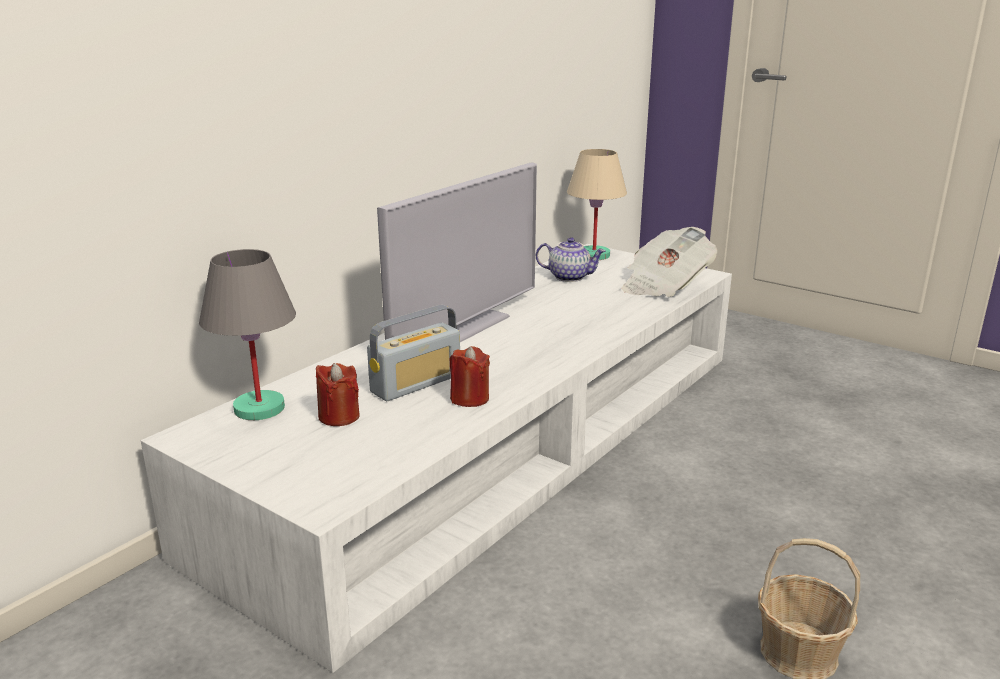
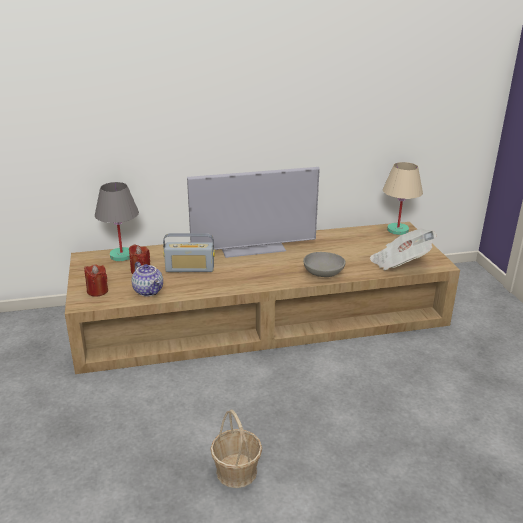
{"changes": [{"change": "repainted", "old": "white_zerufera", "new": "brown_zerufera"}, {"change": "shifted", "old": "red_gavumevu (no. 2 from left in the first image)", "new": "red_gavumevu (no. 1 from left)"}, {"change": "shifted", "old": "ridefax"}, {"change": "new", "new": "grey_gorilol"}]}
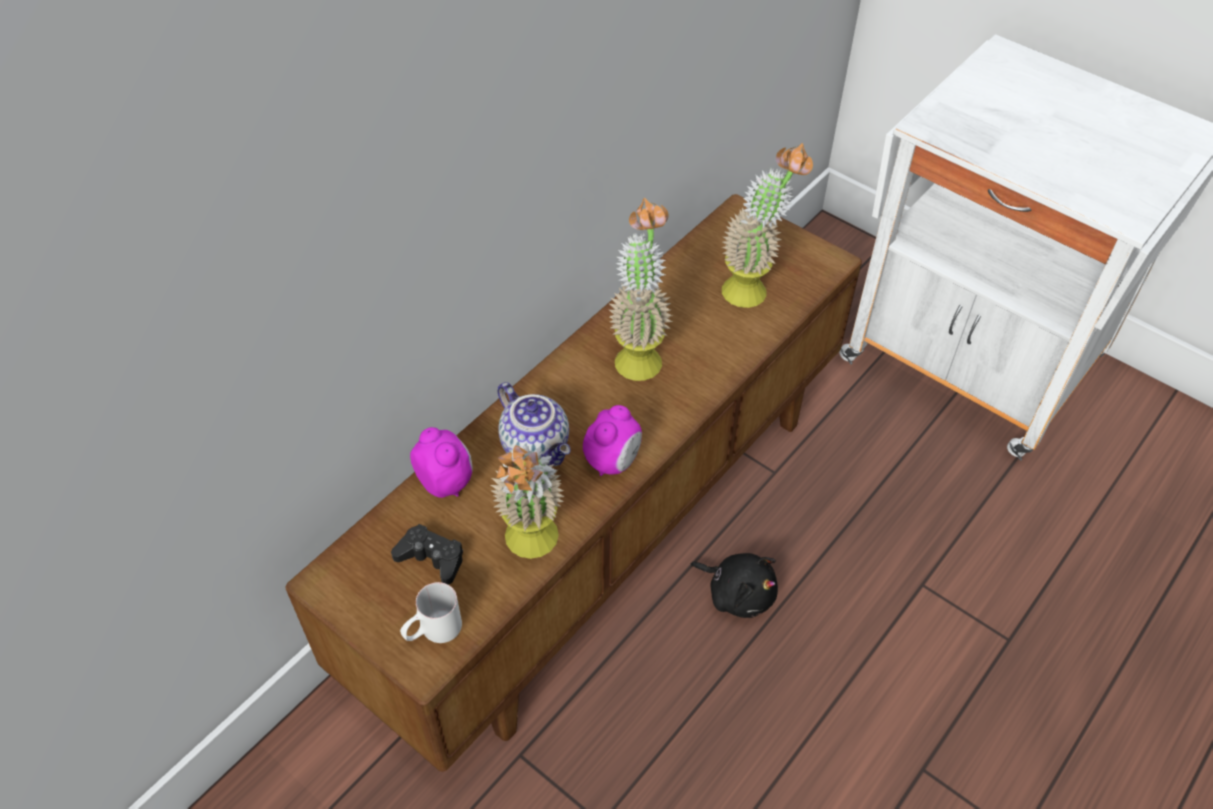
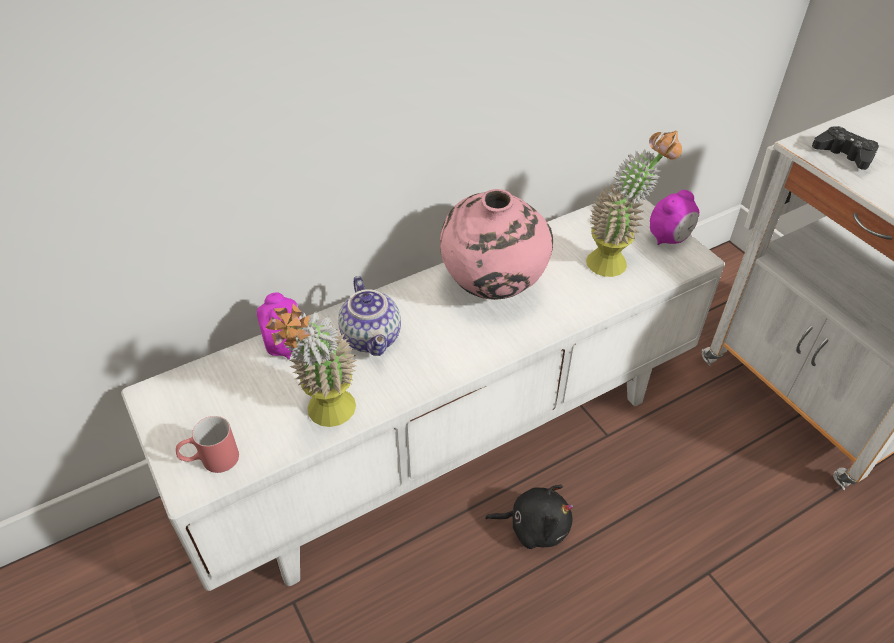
{"changes": [{"change": "repainted", "old": "brown_zerufera", "new": "white_zerufera"}, {"change": "repainted", "old": "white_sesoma", "new": "red_sesoma"}, {"change": "swapped", "old": "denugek (no. 2 from left)", "new": "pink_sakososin"}, {"change": "rotated", "old": "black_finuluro", "degrees": -45}, {"change": "shifted", "old": "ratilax (no. 2 from left)"}, {"change": "shifted", "old": "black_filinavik"}]}
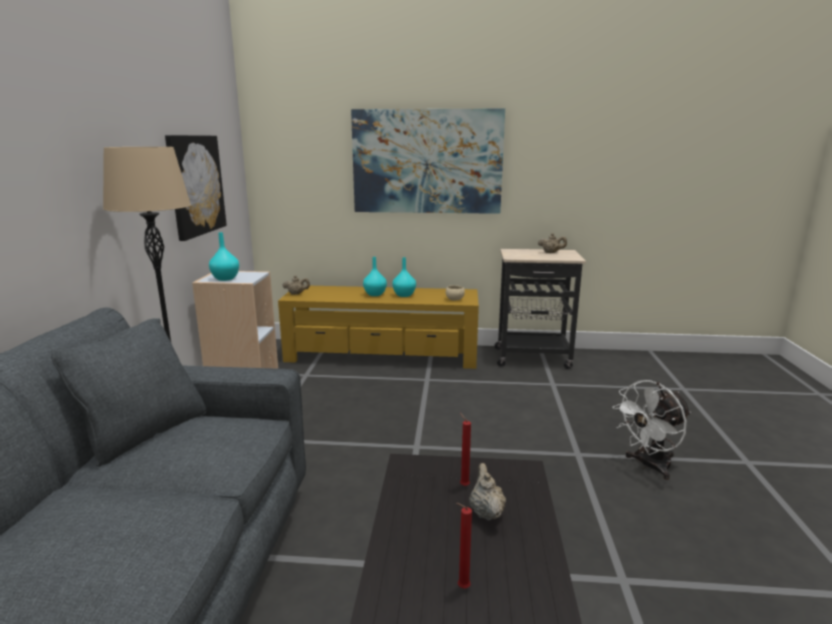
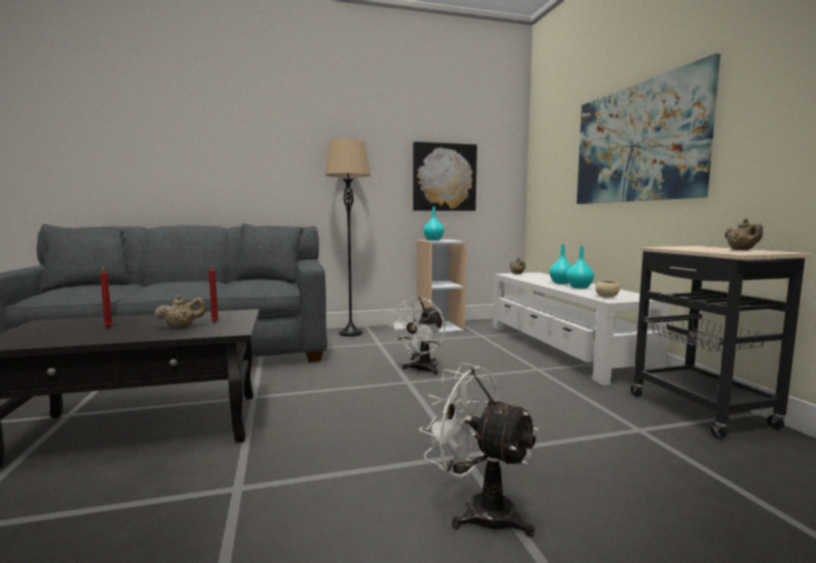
{"changes": [{"change": "new", "new": "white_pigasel (no. 1 from left)"}, {"change": "repainted", "old": "yellow_zerufera", "new": "white_zerufera"}]}
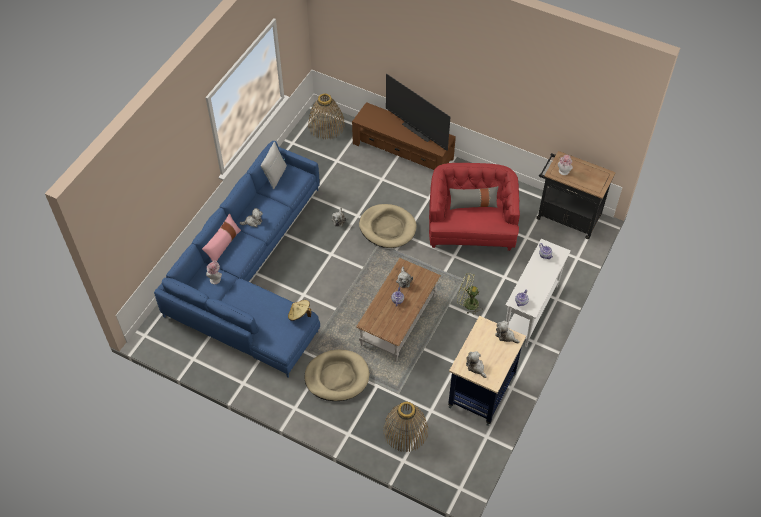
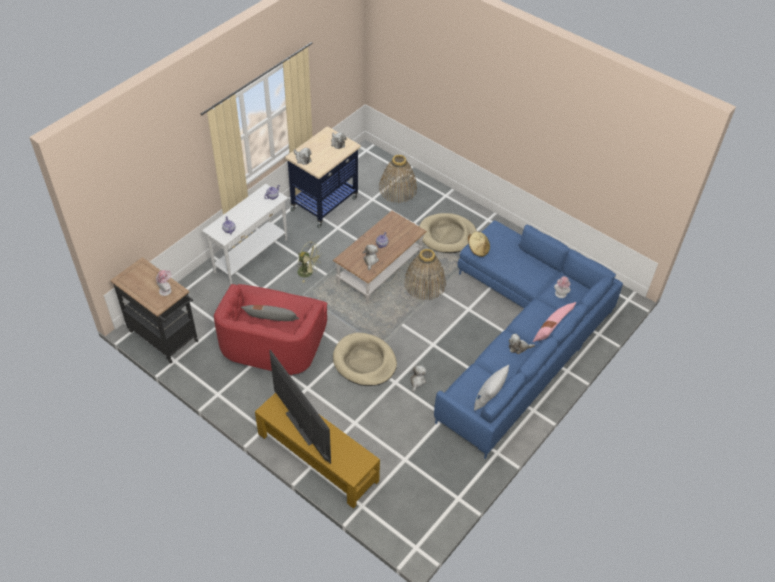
{"changes": [{"change": "repainted", "old": "brown_zerufera", "new": "yellow_zerufera"}, {"change": "shifted", "old": "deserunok (no. 1 from left in the first image)", "new": "deserunok (no. 2 from left)"}]}
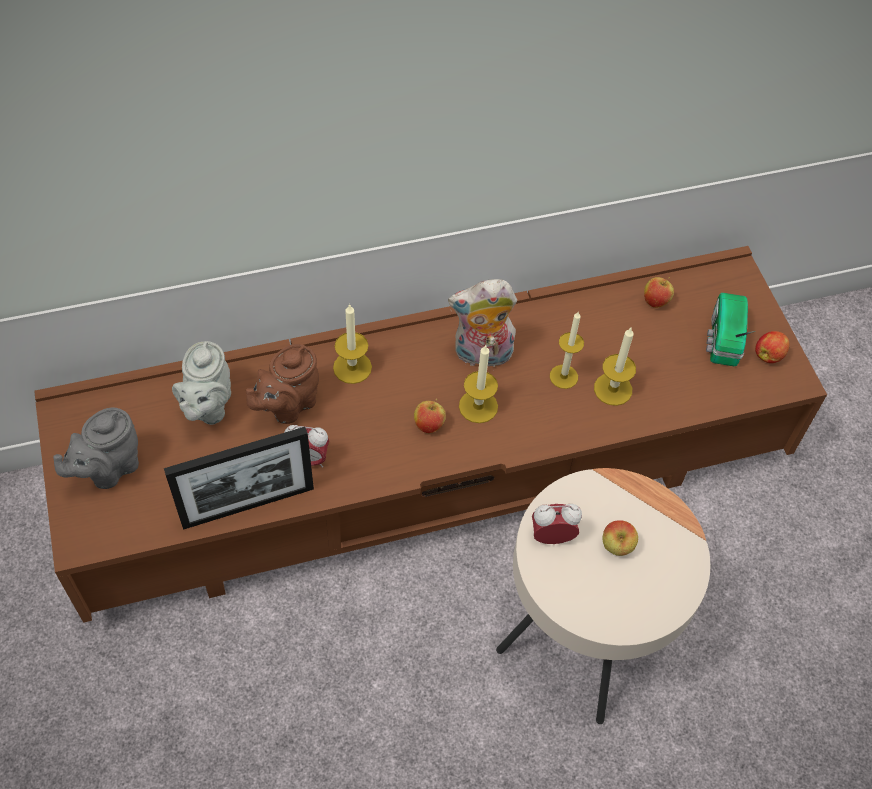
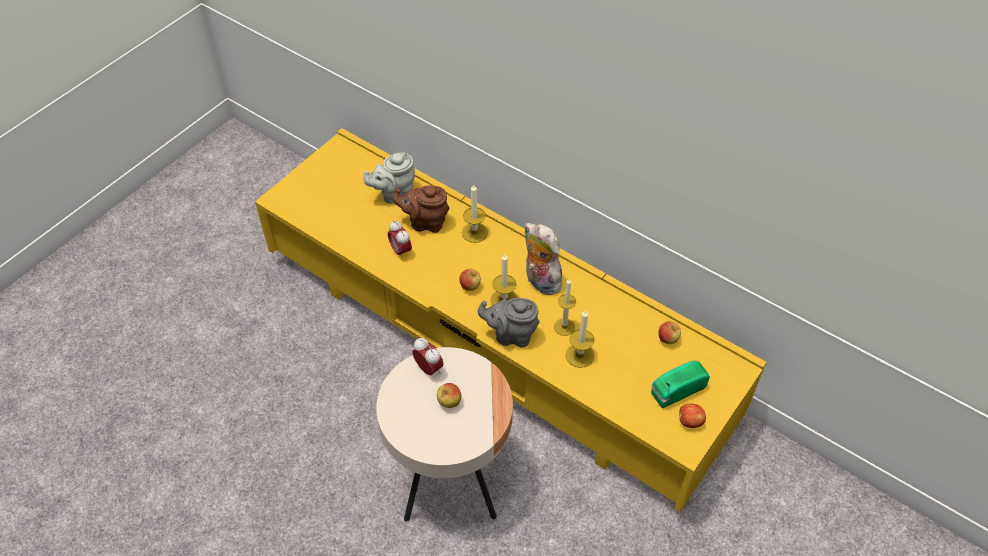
{"changes": [{"change": "repainted", "old": "brown_zerufera", "new": "yellow_zerufera"}, {"change": "shifted", "old": "grey_ridefax (no. 1 from left in the first image)", "new": "grey_ridefax (no. 2 from left)"}, {"change": "gone", "old": "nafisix"}]}
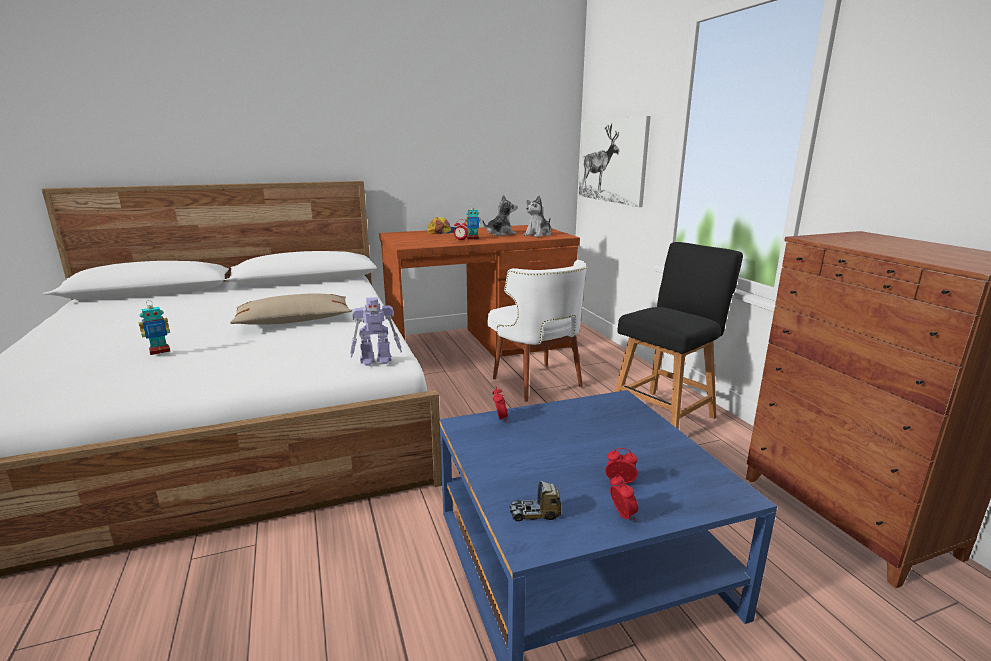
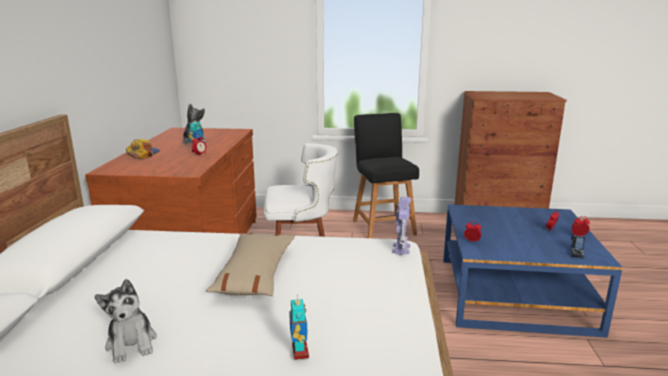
{"changes": [{"change": "shifted", "old": "finuluro (no. 2 from left in the first image)", "new": "finuluro (no. 1 from left)"}, {"change": "gone", "old": "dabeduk"}]}
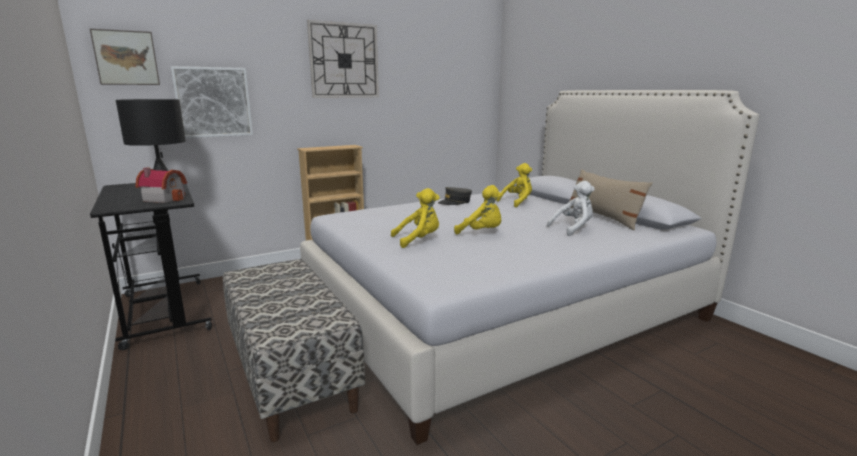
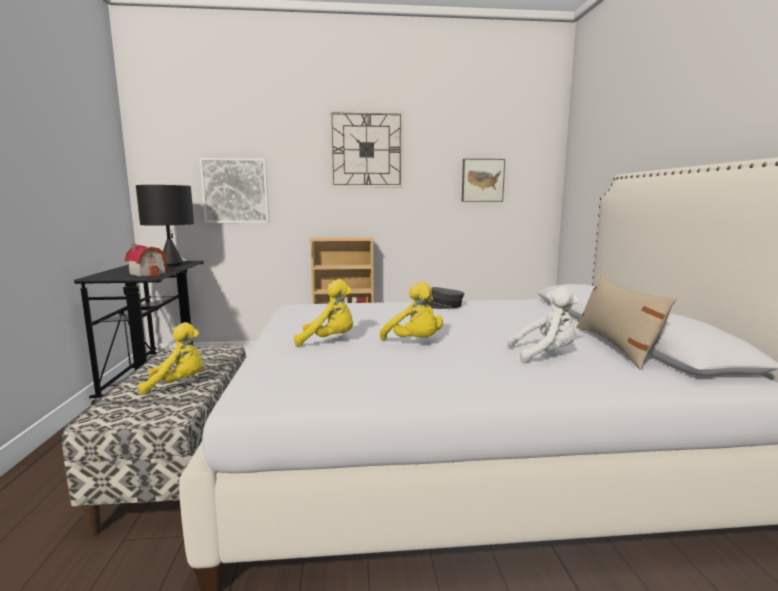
{"changes": [{"change": "shifted", "old": "yellow_finuluro (no. 3 from left in the first image)", "new": "yellow_finuluro (no. 1 from left)"}, {"change": "shifted", "old": "dabeduk (no. 1 from left in the first image)", "new": "dabeduk (no. 2 from left)"}]}
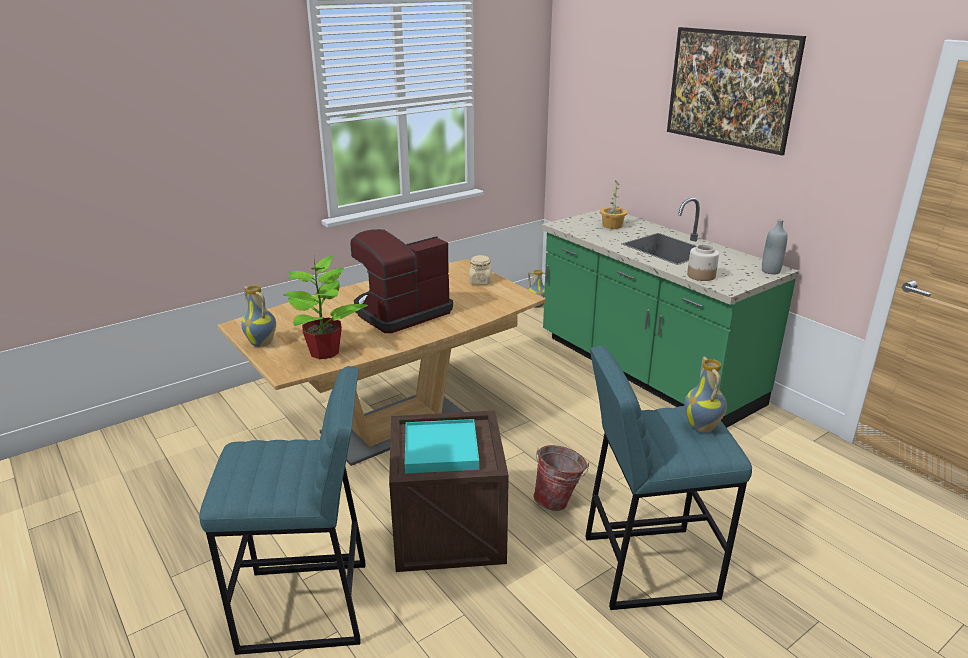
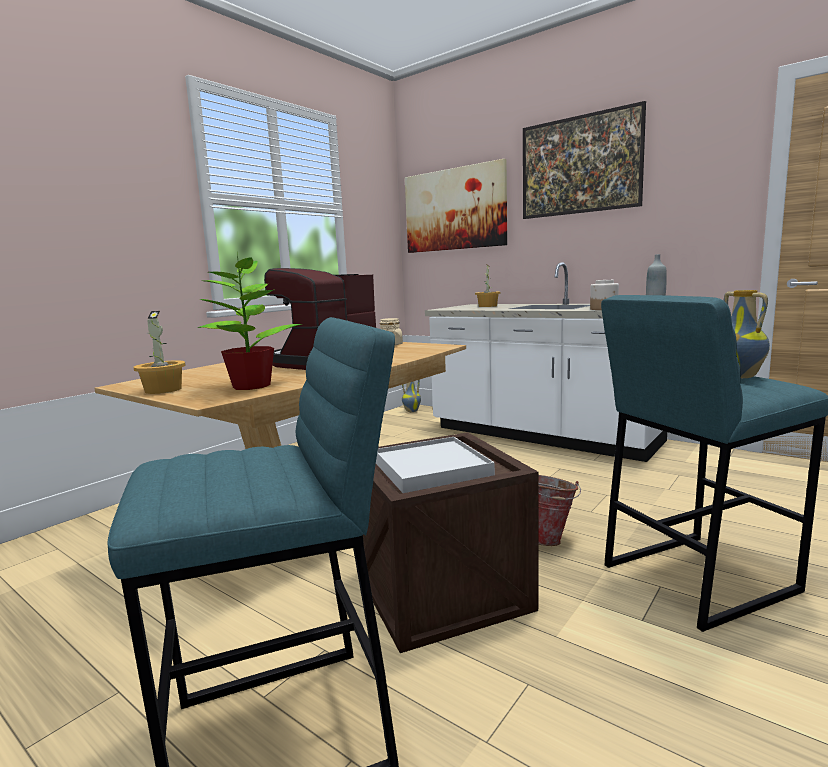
{"changes": [{"change": "swapped", "old": "sakososin (no. 1 from left)", "new": "denugek (no. 1 from left)"}, {"change": "repainted", "old": "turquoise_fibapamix", "new": "white_fibapamix"}, {"change": "new", "new": "dabeduk (no. 1 from left)"}, {"change": "repainted", "old": "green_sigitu", "new": "white_sigitu"}]}
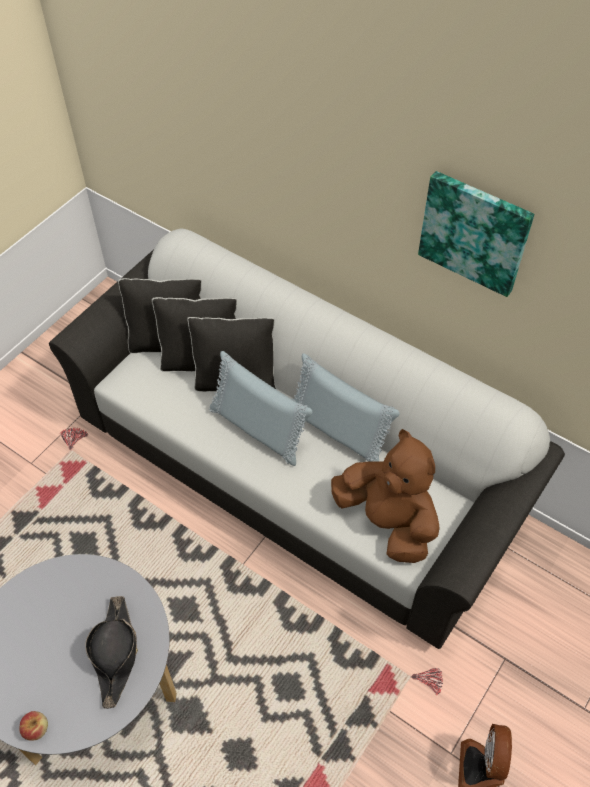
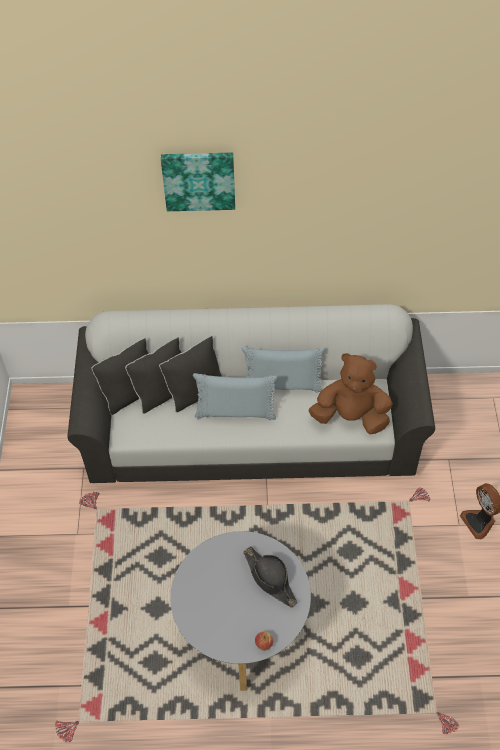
{"changes": [{"change": "shifted", "old": "dabeduk"}]}
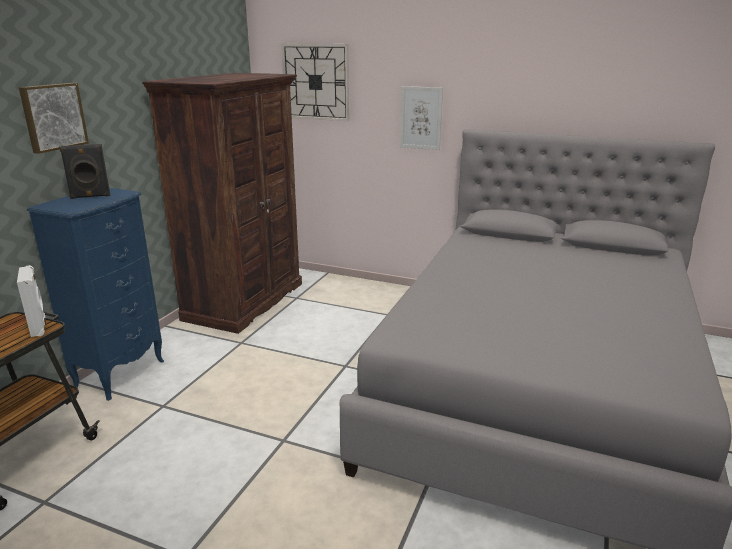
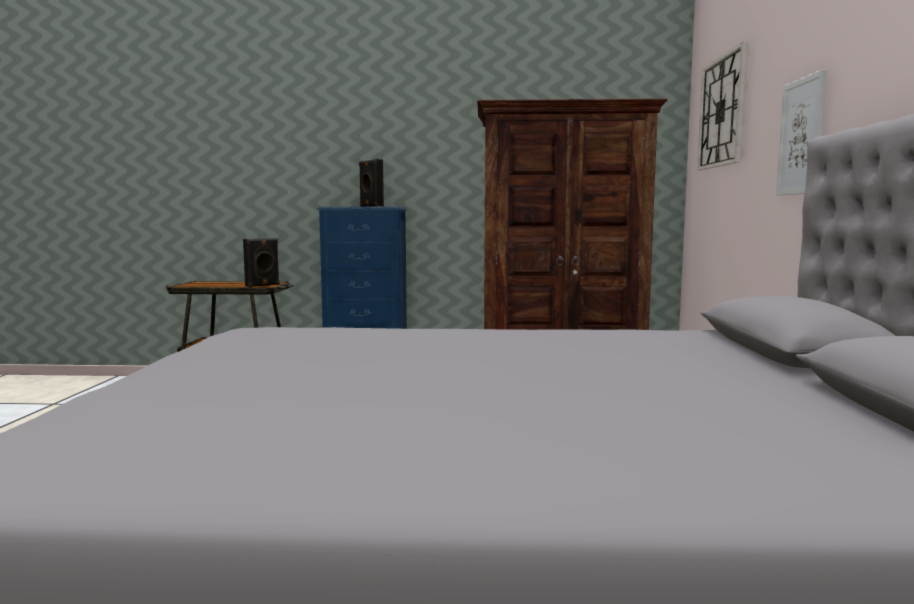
{"changes": [{"change": "repainted", "old": "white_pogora", "new": "black_pogora (no. 1 from left)"}, {"change": "gone", "old": "dabeduk (no. 1 from left)"}]}
